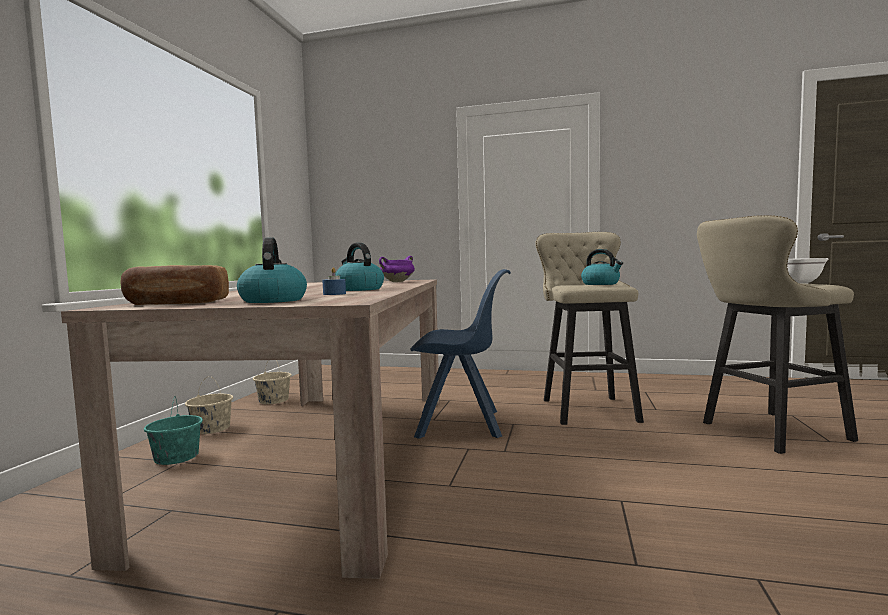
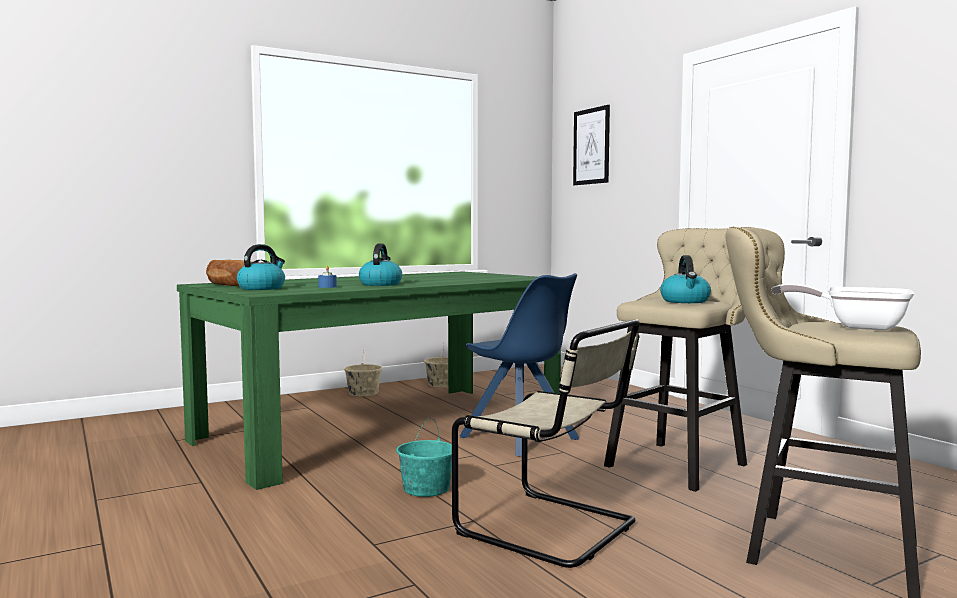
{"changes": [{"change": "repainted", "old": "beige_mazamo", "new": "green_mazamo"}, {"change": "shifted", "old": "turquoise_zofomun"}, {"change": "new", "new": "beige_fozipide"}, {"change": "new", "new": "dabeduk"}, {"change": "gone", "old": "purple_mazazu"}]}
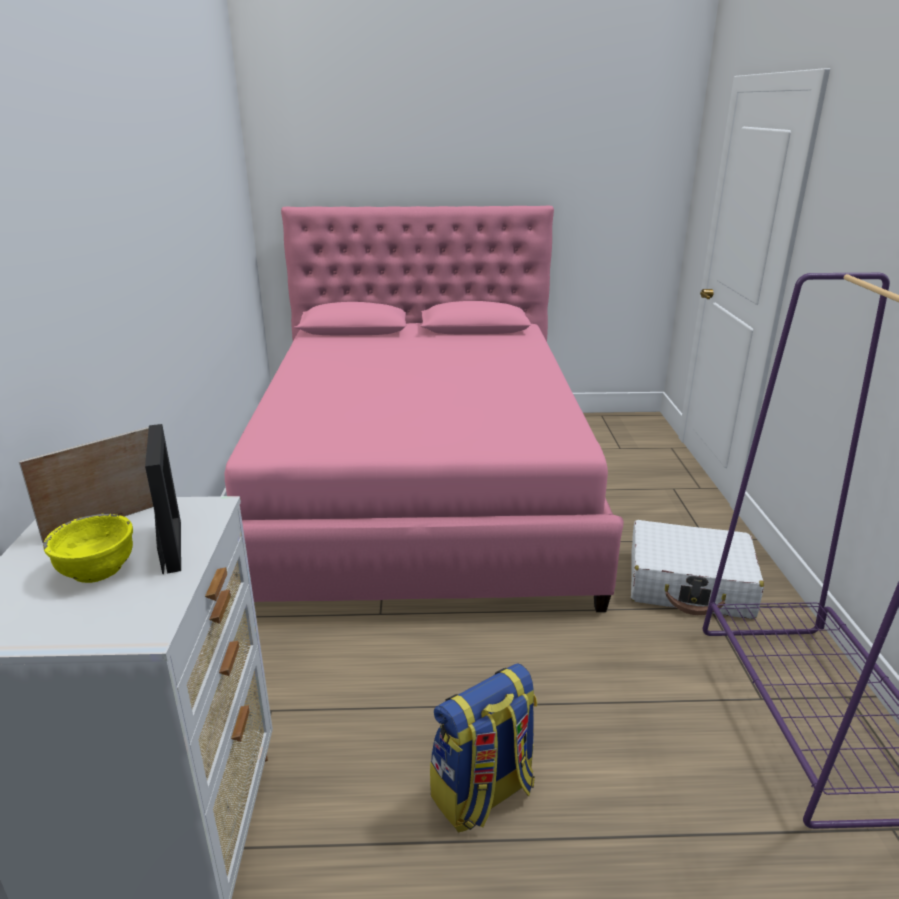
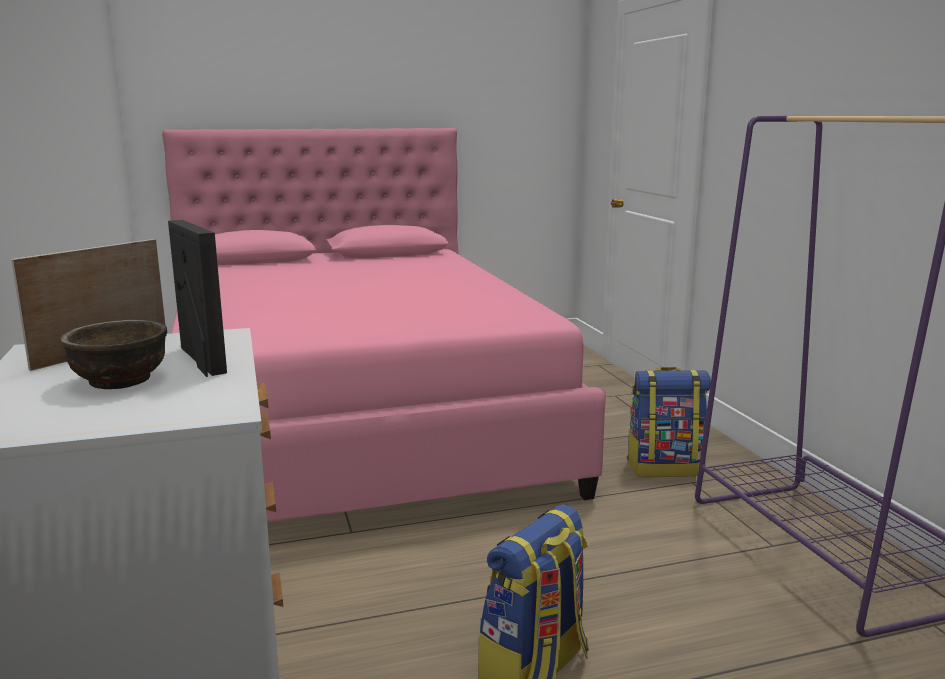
{"changes": [{"change": "repainted", "old": "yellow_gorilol", "new": "brown_gorilol"}, {"change": "swapped", "old": "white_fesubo", "new": "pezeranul (no. 2 from left)"}]}
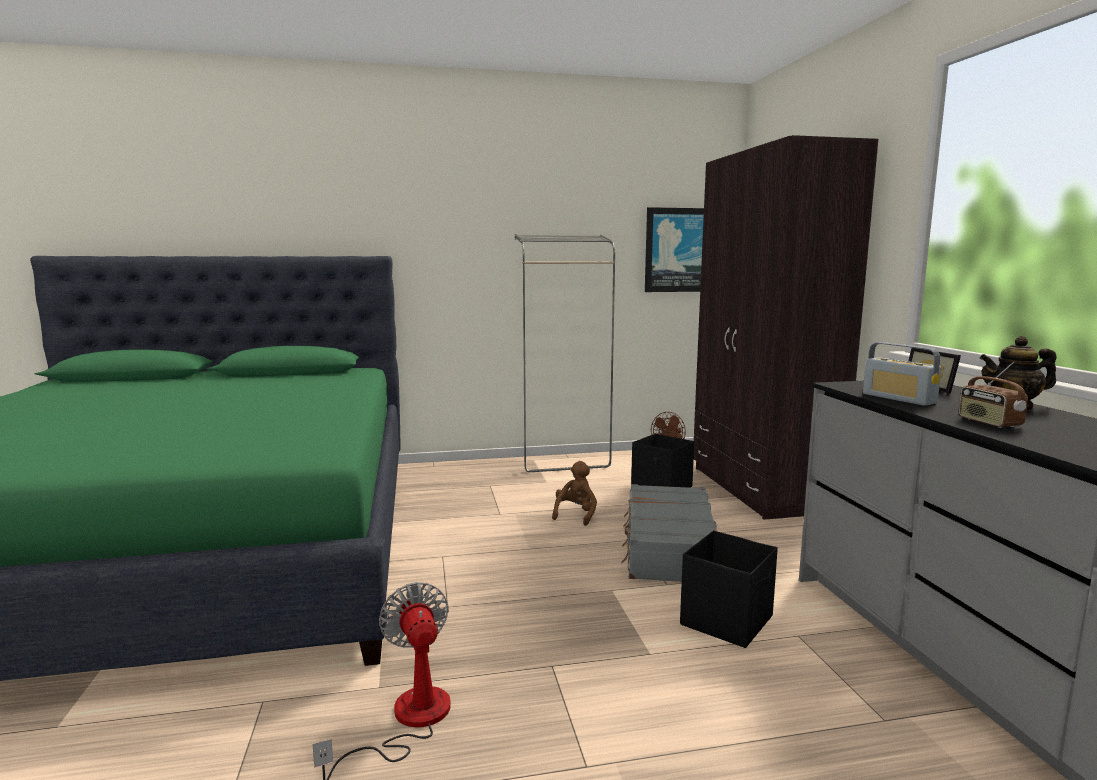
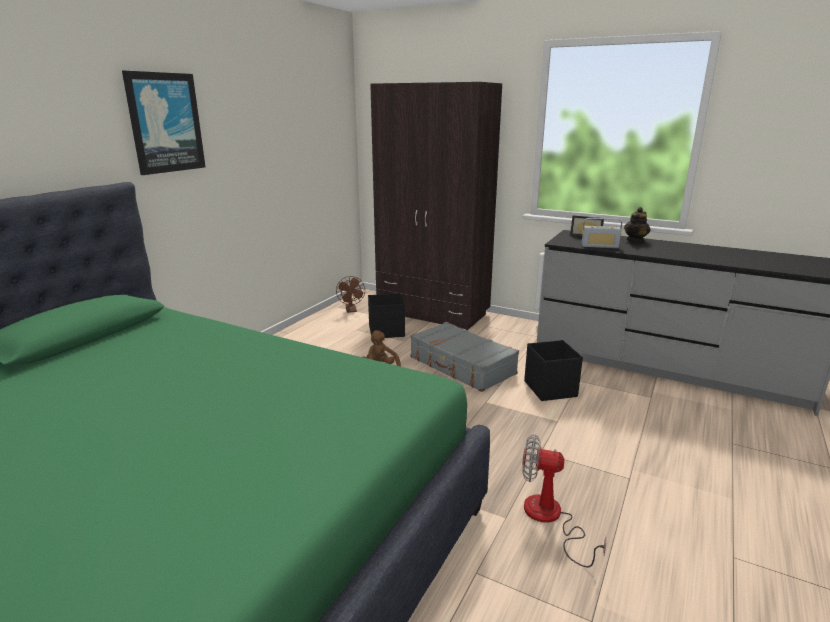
{"changes": [{"change": "shifted", "old": "dabeduk"}, {"change": "gone", "old": "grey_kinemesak"}, {"change": "gone", "old": "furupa (no. 2 from left)"}]}
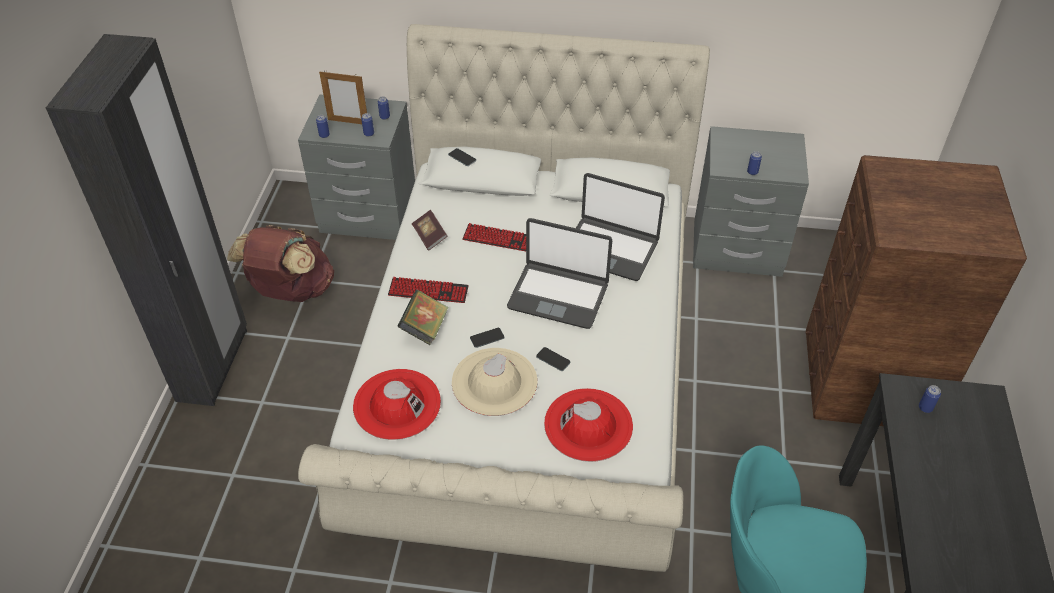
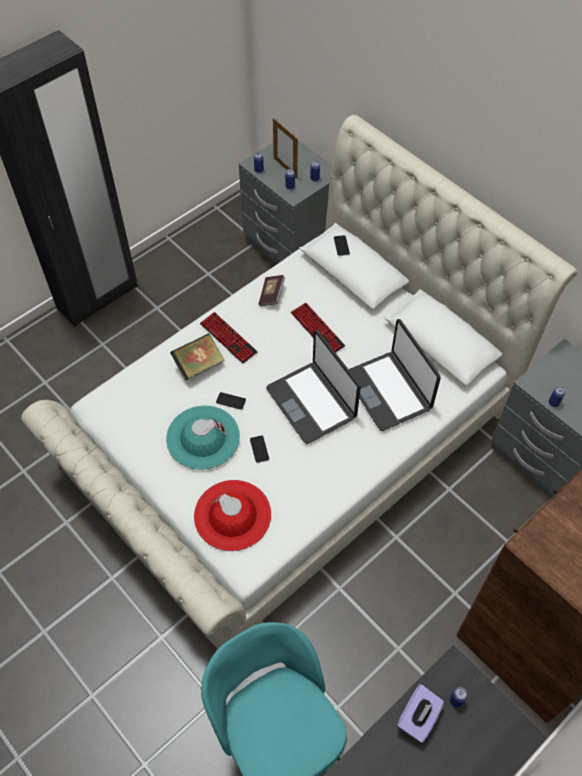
{"changes": [{"change": "repainted", "old": "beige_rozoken", "new": "turquoise_rozoken"}, {"change": "new", "new": "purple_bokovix"}, {"change": "gone", "old": "brown_pezeranul"}, {"change": "gone", "old": "red_rozoken (no. 1 from left)"}]}
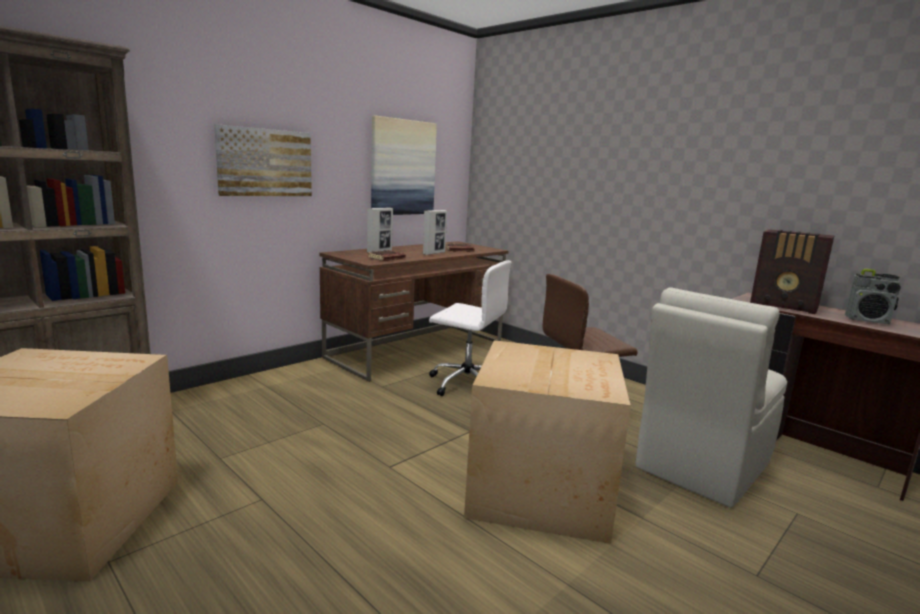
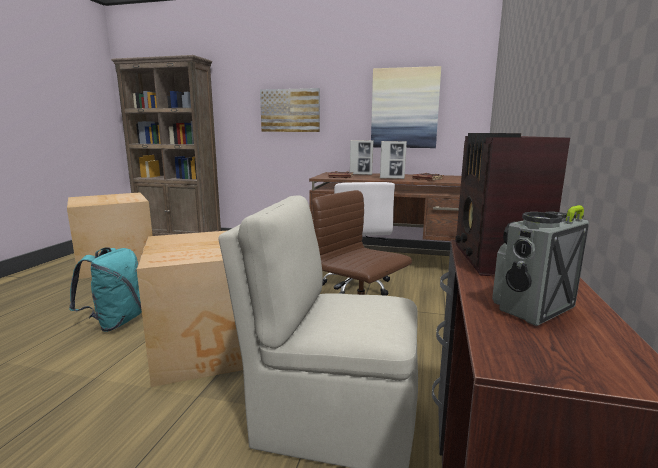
{"changes": [{"change": "new", "new": "turquoise_pezeranul"}, {"change": "rotated", "old": "furupa (no. 2 from left)", "degrees": 60}]}
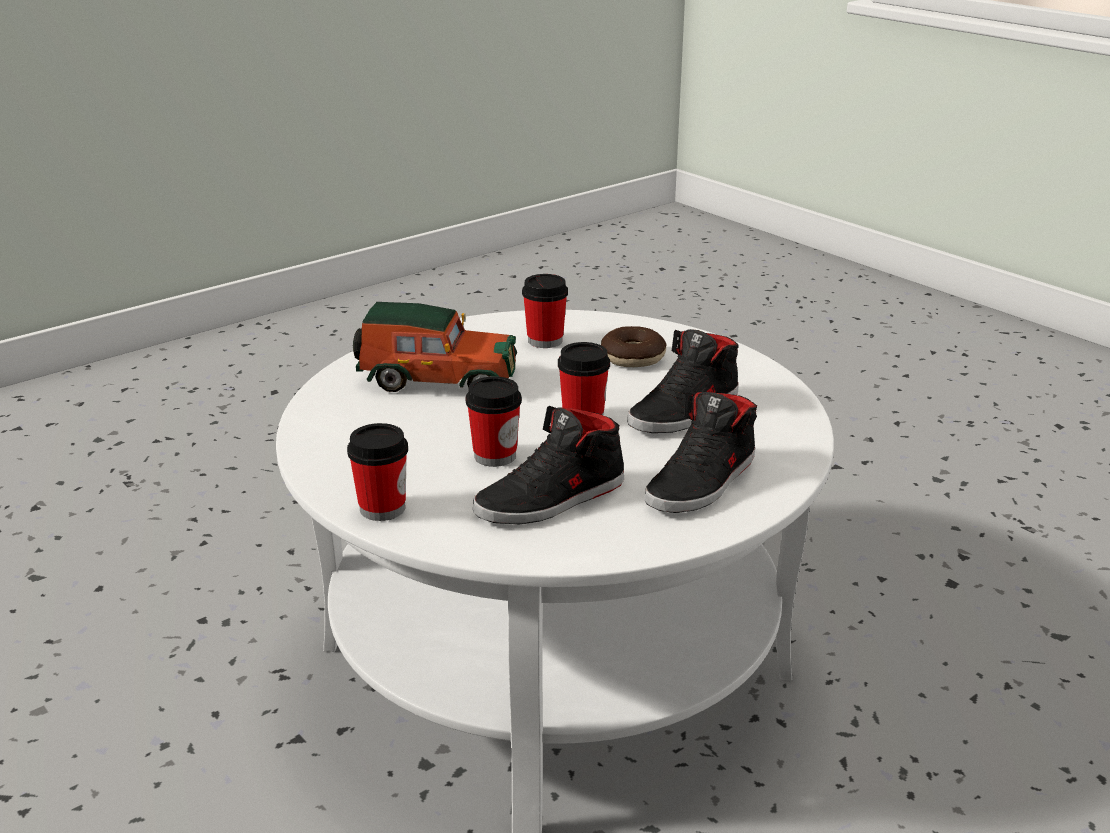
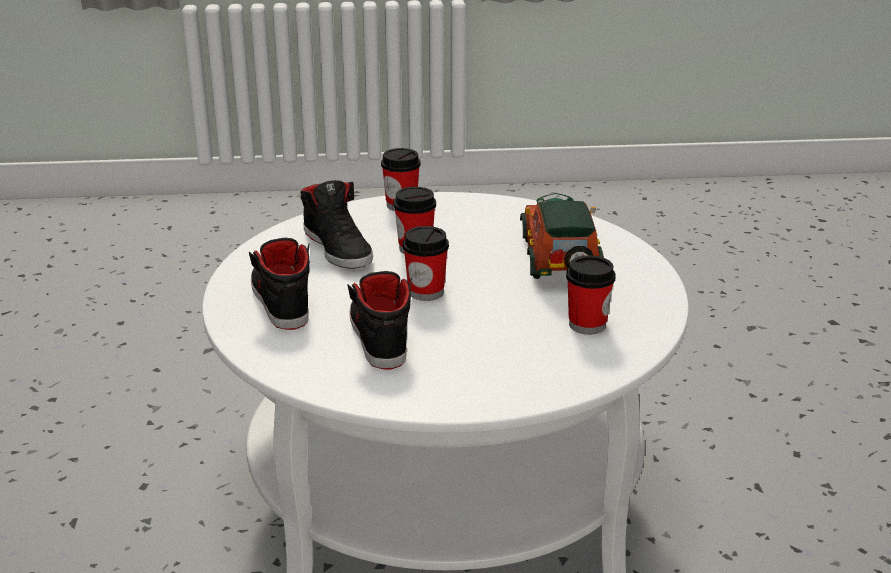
{"changes": [{"change": "rotated", "old": "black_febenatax (no. 1 from left in the first image)", "degrees": 150}, {"change": "rotated", "old": "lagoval", "degrees": 135}, {"change": "gone", "old": "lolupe"}]}
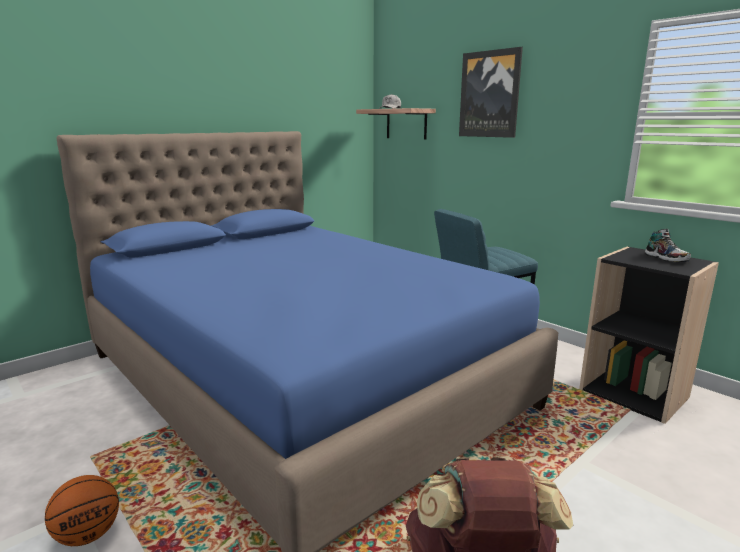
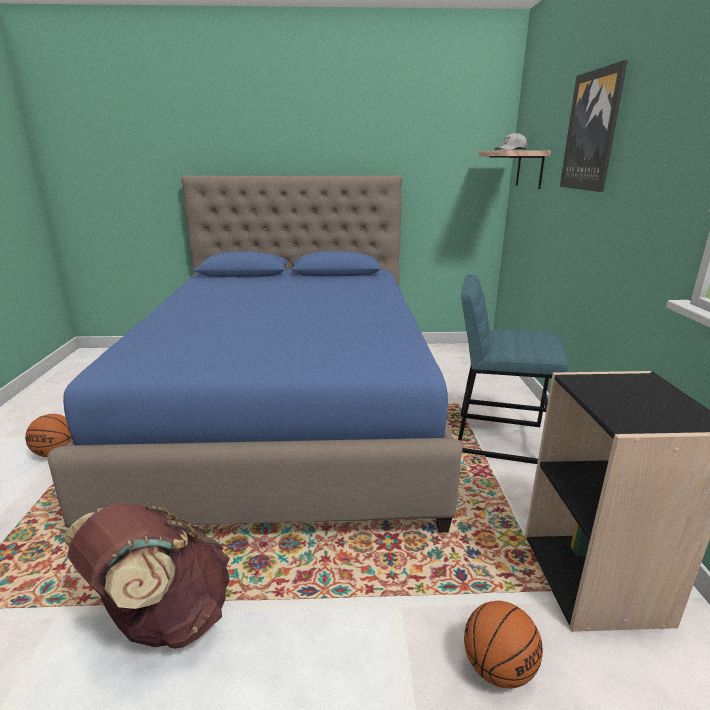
{"changes": [{"change": "new", "new": "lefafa (no. 2 from left)"}, {"change": "gone", "old": "febenatax"}]}
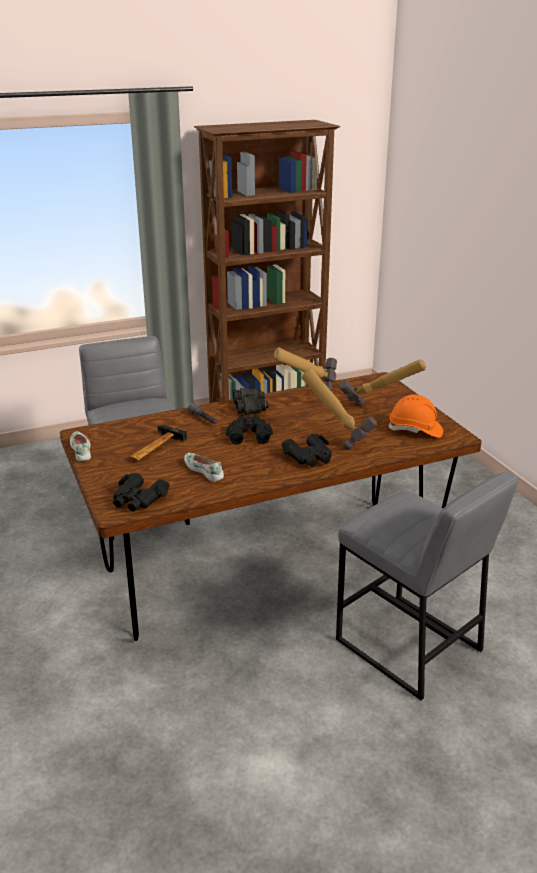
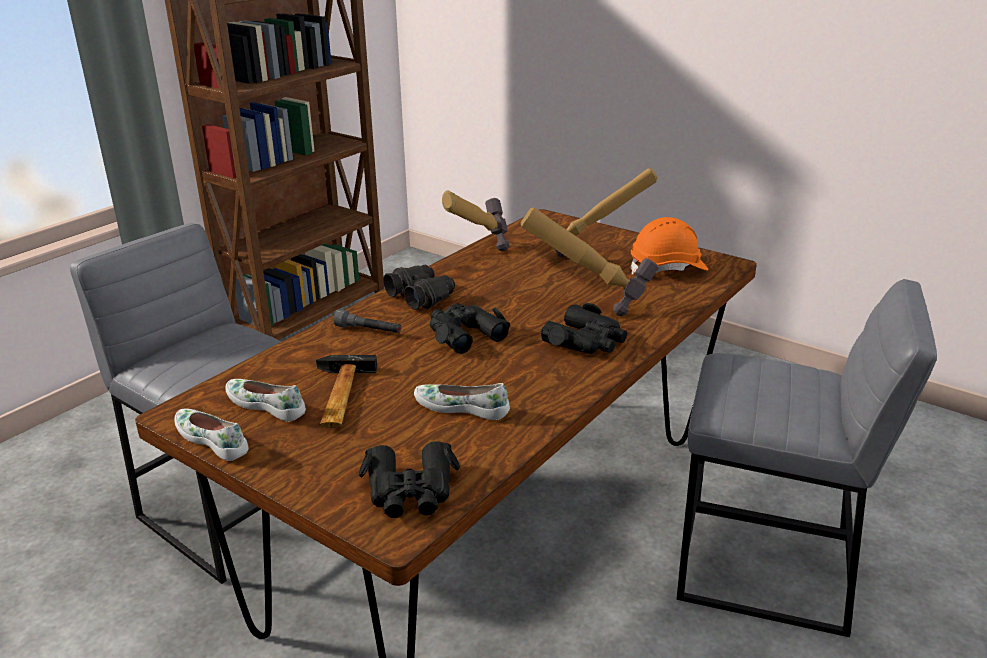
{"changes": [{"change": "new", "new": "white_febenatax (no. 2 from left)"}]}
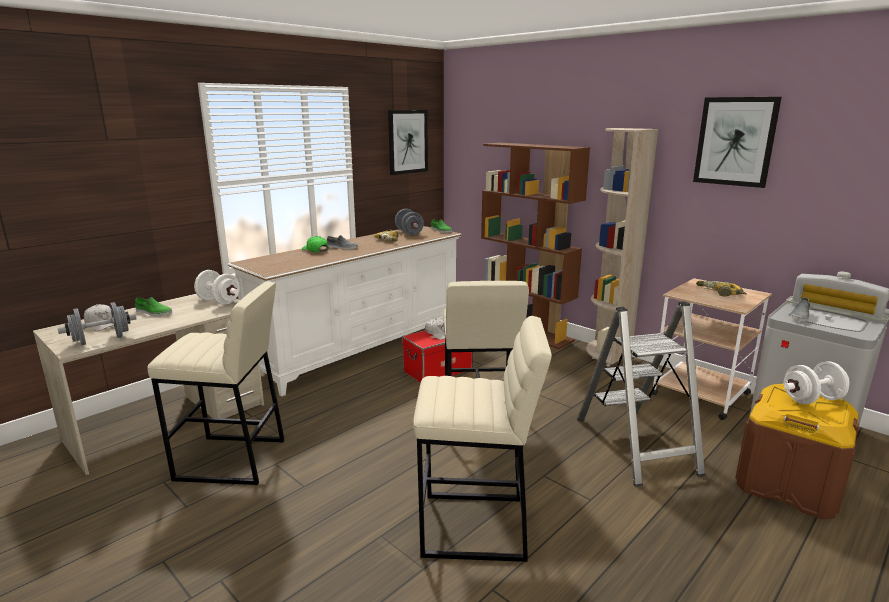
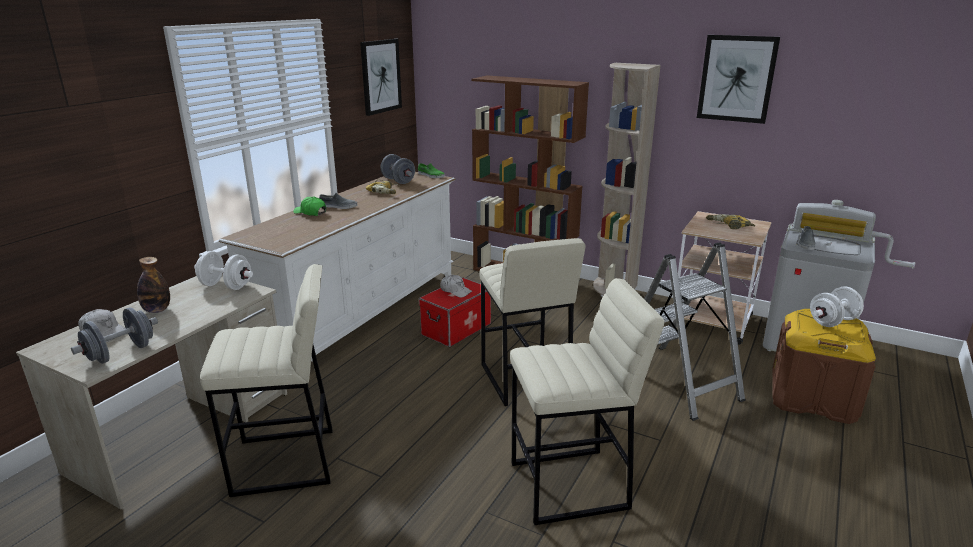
{"changes": [{"change": "swapped", "old": "green_febenatax (no. 1 from left)", "new": "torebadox"}]}
